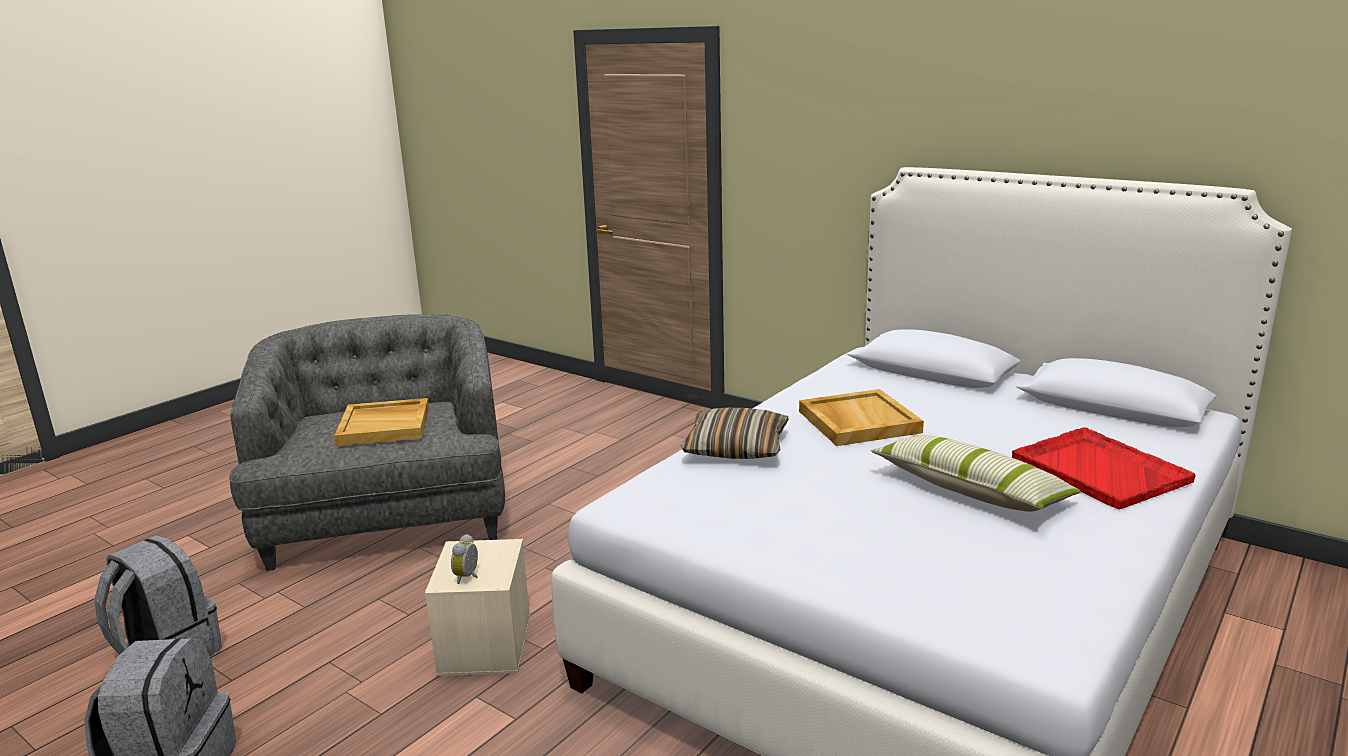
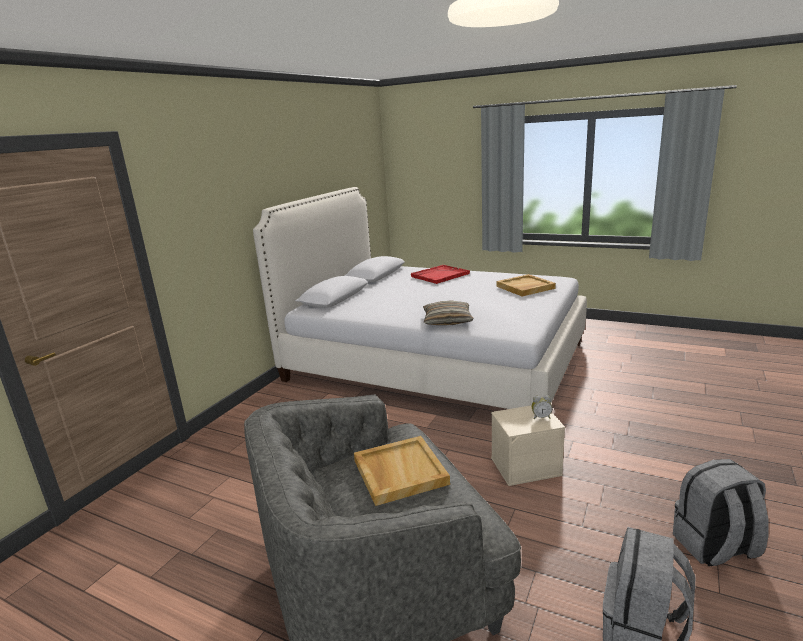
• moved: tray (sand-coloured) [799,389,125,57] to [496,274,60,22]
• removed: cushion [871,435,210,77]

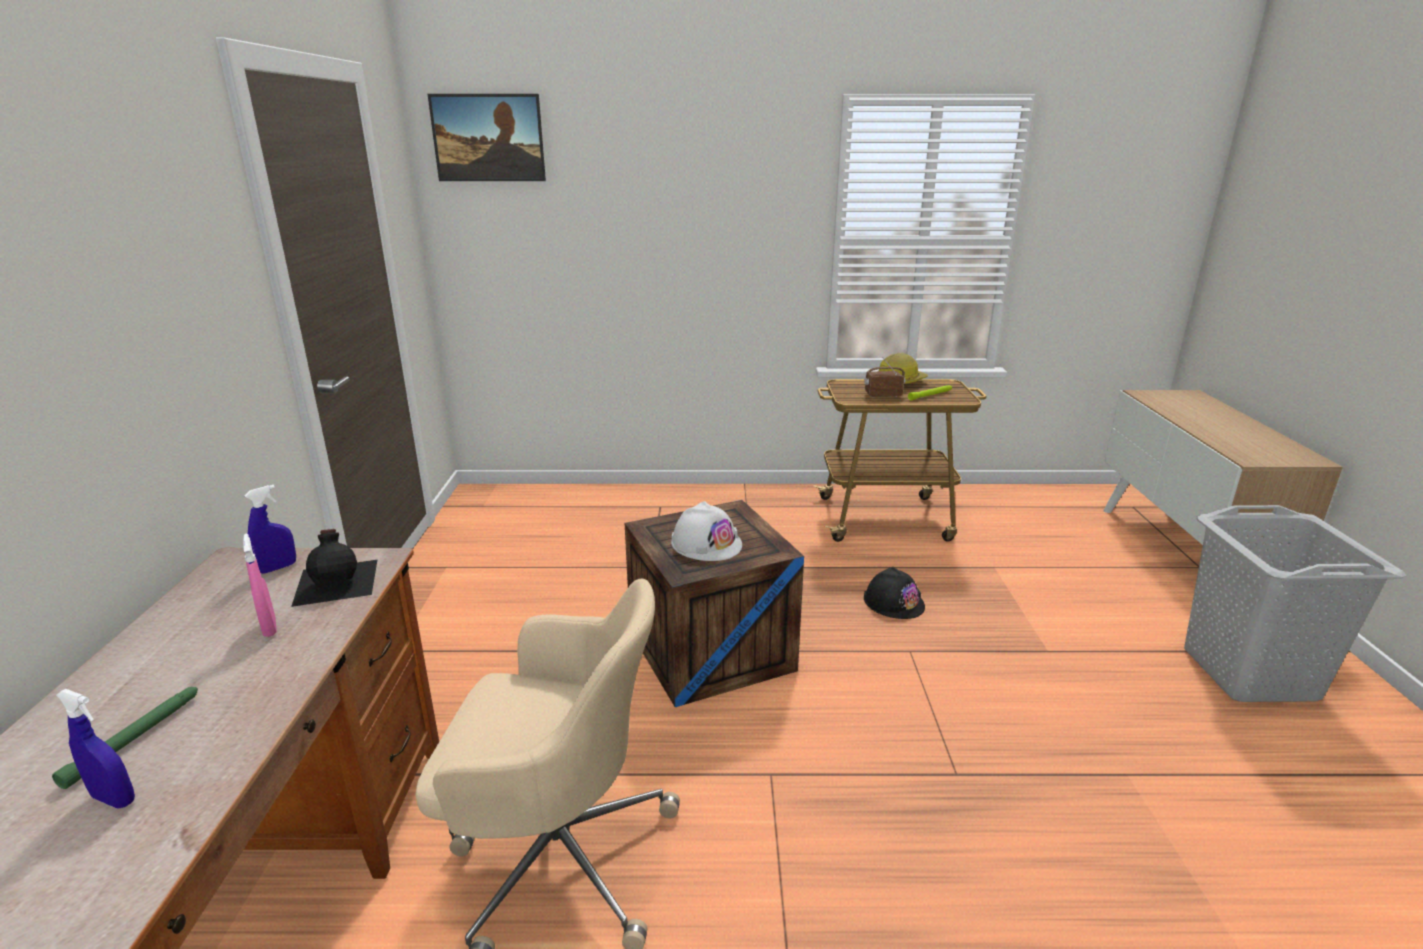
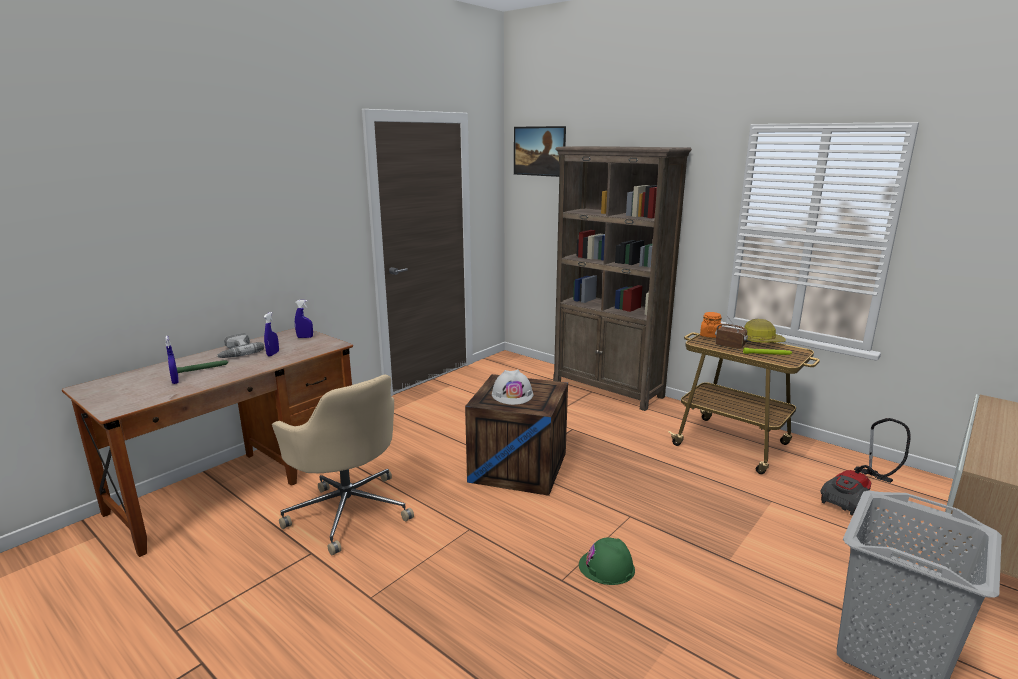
• recoloured: spray bottle (pink-coloured) [243,533,34,104] to spray bottle (bluish) [264,312,15,44]
• removed: beverage bottle (black-coloured) [291,529,86,78]
• removed: hard hat (black-coloured) [864,567,61,52]
• added: drill [217,333,47,25]
• added: bookcase (brown-coloured) [553,146,139,265]
• added: hard hat (green-coloured) [579,537,56,48]
• added: jar (orangey) [700,312,22,26]
• added: hoover [820,418,91,98]

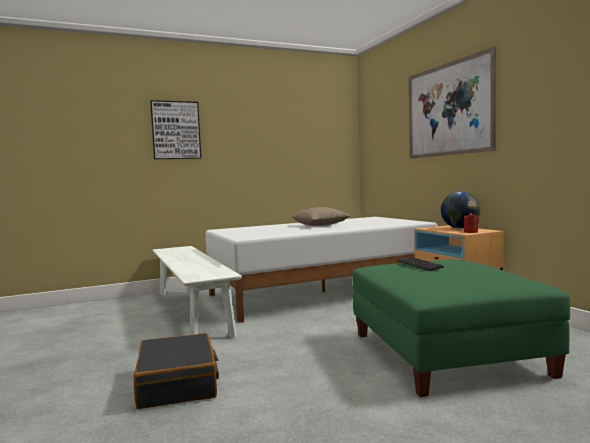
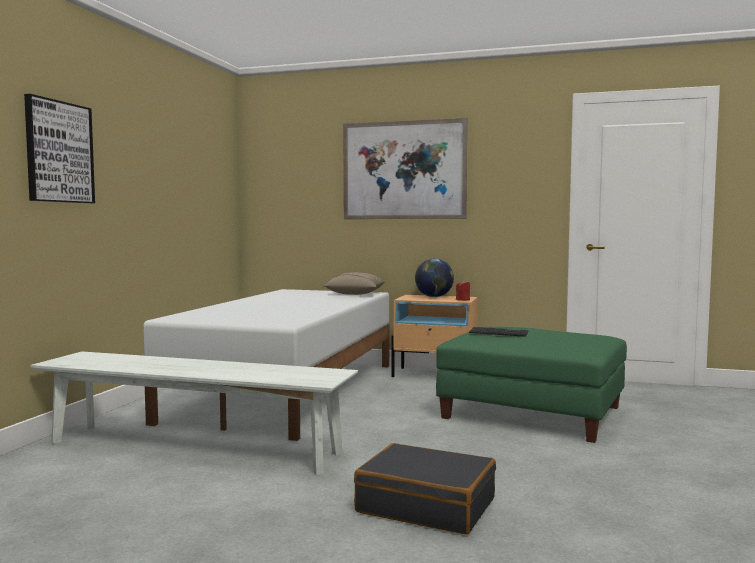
• moved: cushion (sand-coloured) [292,207,58,19] to [323,272,62,23]

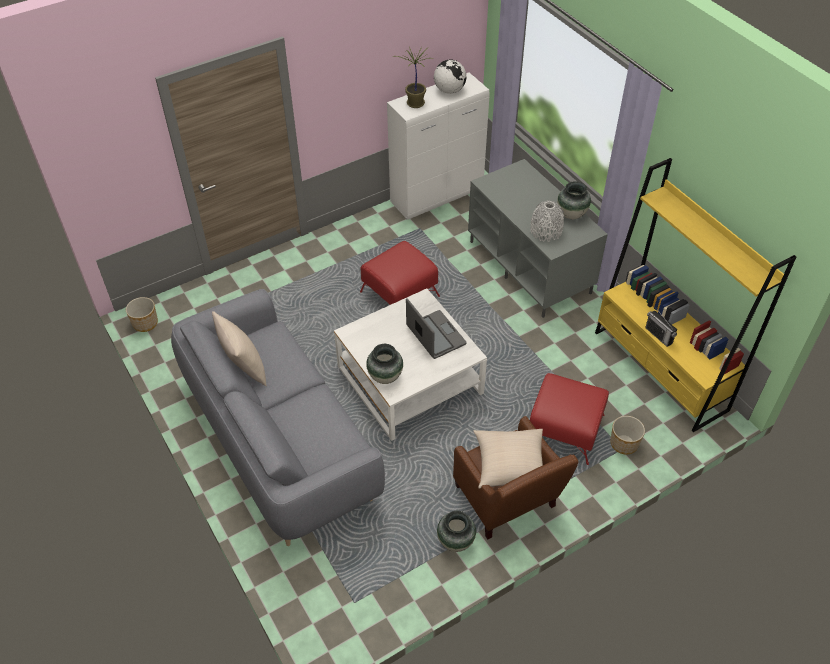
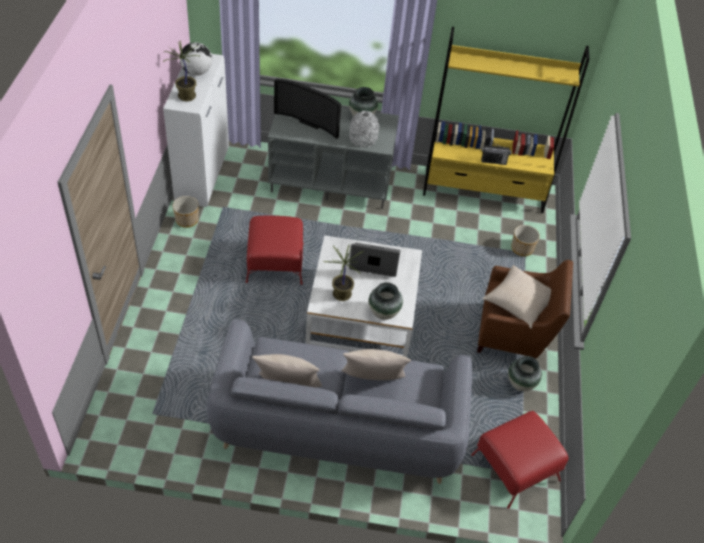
• moved: planter [126,297,32,35] to [172,196,27,32]
• moved: ottoman (reddish) [530,373,79,92] to [471,411,98,98]
• added: TV set [274,78,67,61]
• added: potted plant [323,244,40,57]
• added: cushion (sand-coloured) [341,349,70,31]

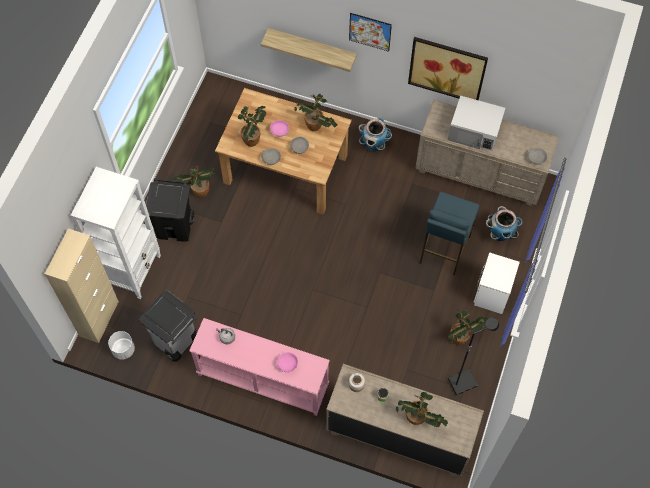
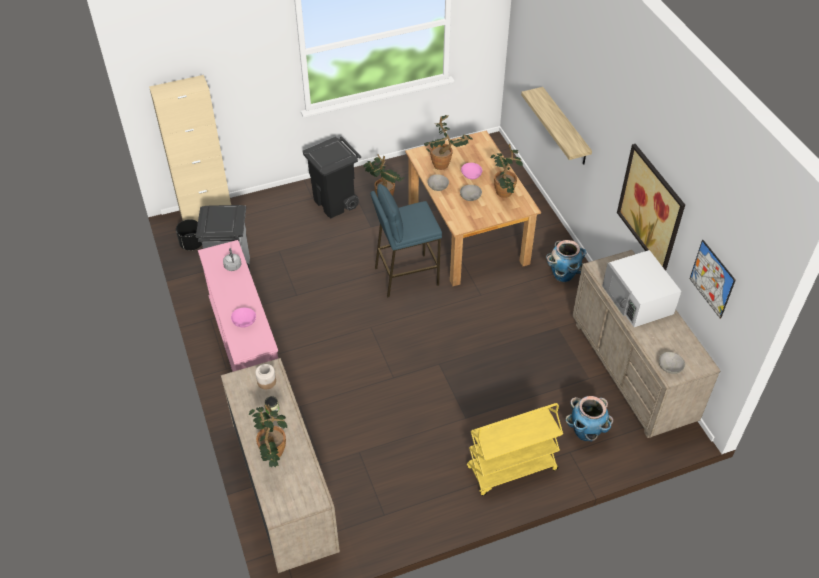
• removed: bookcase (white-coloured) [71,167,90,132]
• recoloured: planter (white-coloured) [108,331,27,29] to planter (black-coloured) [176,219,26,31]
• moved: wall picture [349,13,43,39] to [690,240,46,79]
• moved: stool (bluish) [420,192,59,84] to [370,184,72,114]
• removed: potted plant [448,311,40,34]
• removed: standard lamp (black-coloured) [448,318,51,77]
• replaced: nightstand (white-coloured) [473,252,47,62] to trolley (yellow-coloured) [467,403,96,93]

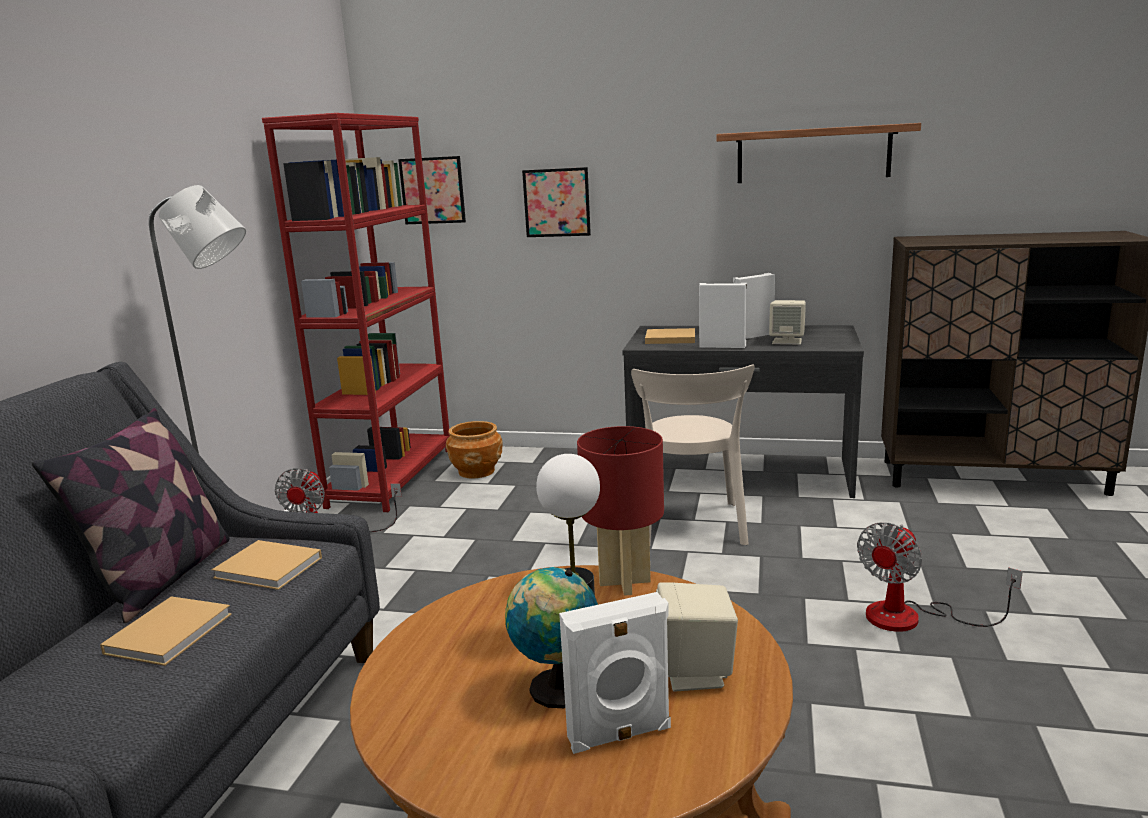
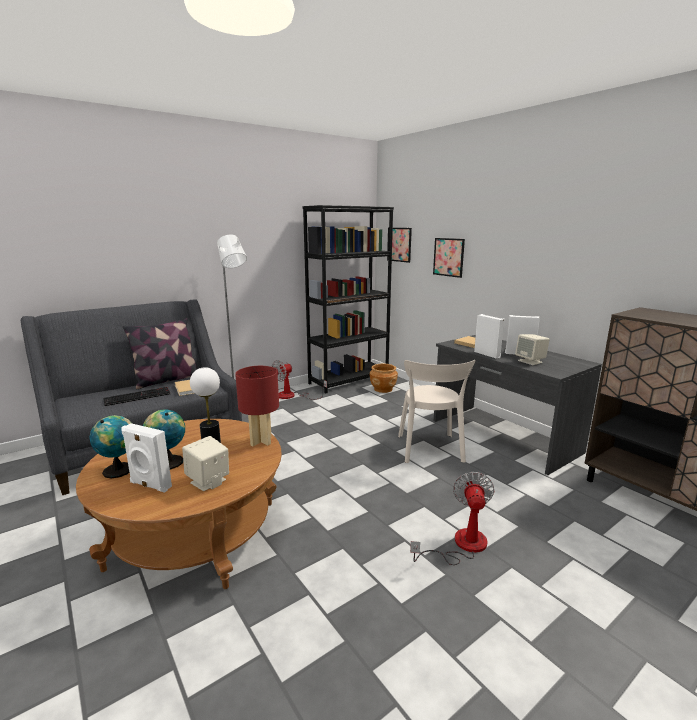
• replaced: volume (sand-coloured) [100,596,132,70] to PC keyboard [103,387,68,19]
• recoloured: bookcase (reddish) [262,113,188,399] to bookcase (black-coloured) [303,205,91,188]
• turned: upright chair (sand-coloured) [631,365,123,180] = [398,360,77,103] 45 degrees counterclockwise
• removed: wall shelf [716,123,205,60]
• turned: electric fan [857,522,166,110] = [410,472,84,93] 105 degrees clockwise
• added: desk globe [89,415,44,63]

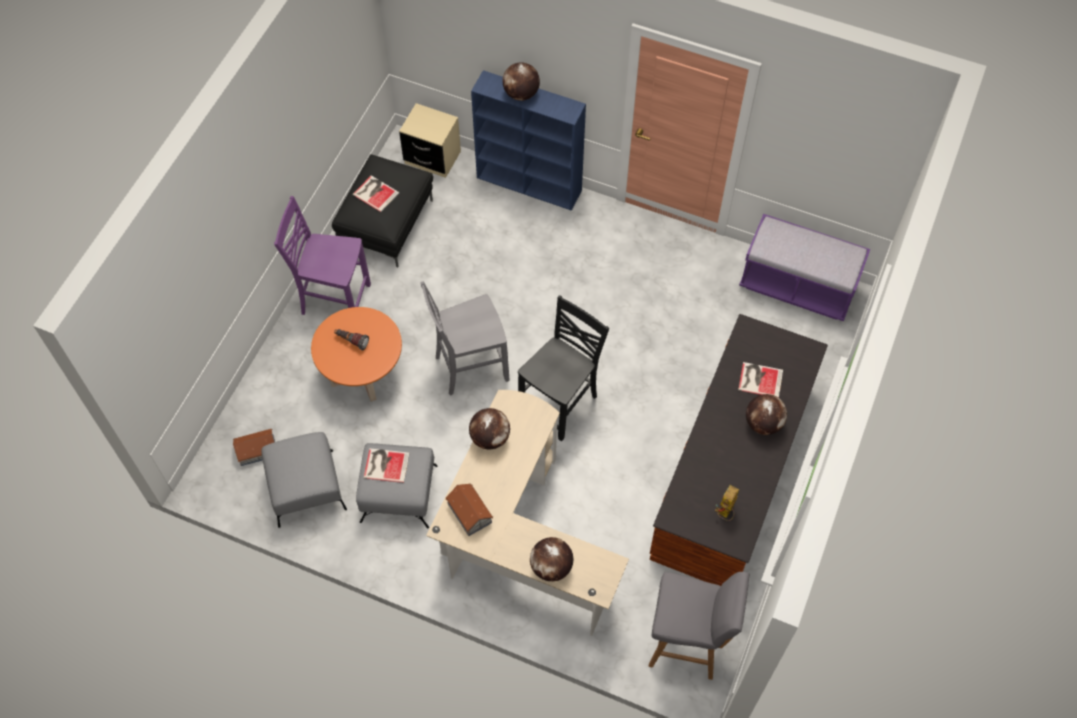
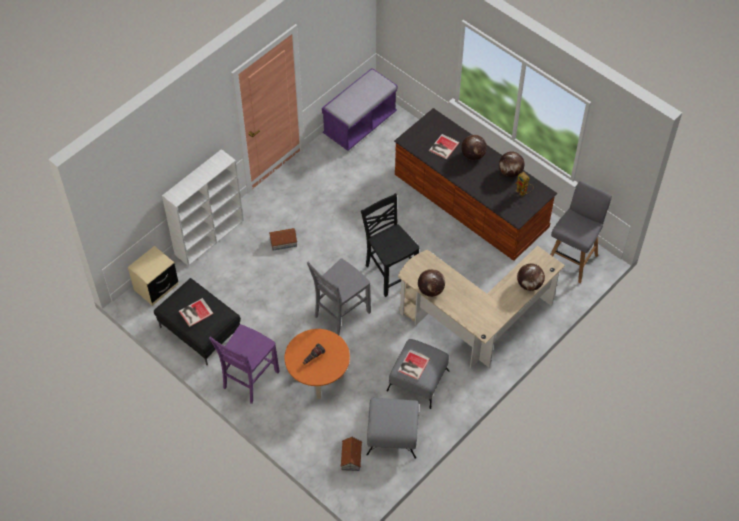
• turned: upright chair (greyish) [420,282,89,114] = [307,258,64,77] 45 degrees clockwise
• moved: miniature house [445,483,48,53] to [269,228,29,23]
• recoloured: bookcase (bluish) [471,70,115,141] to bookcase (white-coloured) [162,149,82,117]
• moved: desk globe [503,62,37,39] to [499,152,25,25]

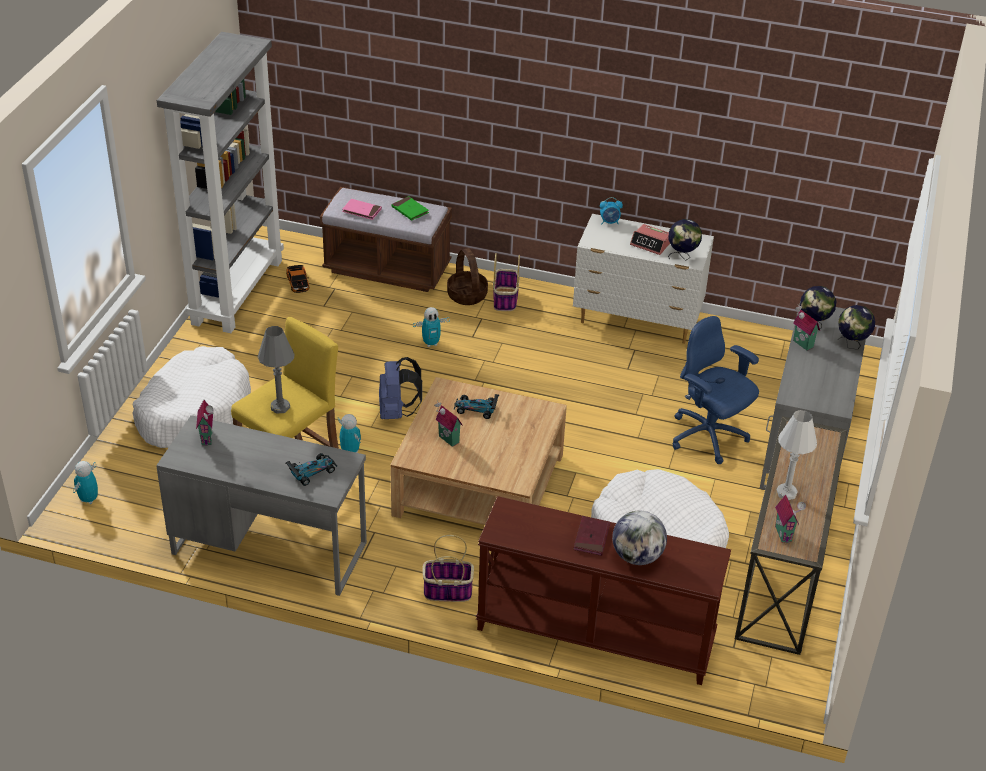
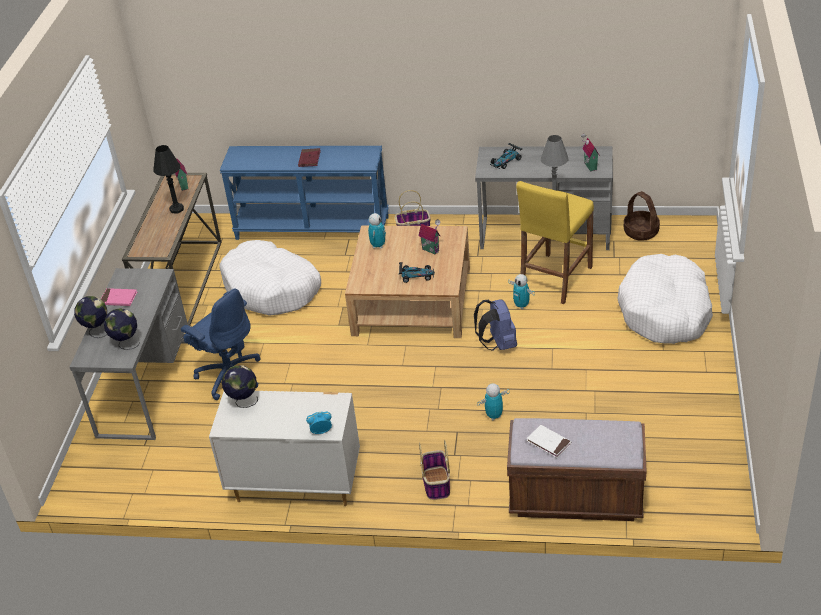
• moved: model robot [73,461,25,43] to [368,213,18,36]
• removed: bookcase (greyish) [157,32,127,301]
• removed: toy car [287,265,22,28]
• moved: volume (pink-coloured) [342,199,40,21] to [101,288,36,18]
• recoloured: volume (green-coloured) [391,196,38,25] to volume (white-coloured) [526,425,46,33]
• moved: household basket [447,248,41,57] to [624,191,36,50]
• recoloured: narrow table (brown-coloured) [476,496,255,189] to narrow table (bluish) [220,146,169,94]
• removed: desk globe [612,511,55,54]
• removed: table clock [630,224,40,31]
• recoloured: tabletop lamp (white-coloured) [777,410,40,90] to tabletop lamp (black-coloured) [153,145,31,69]
• removed: miniature house [793,304,27,47]

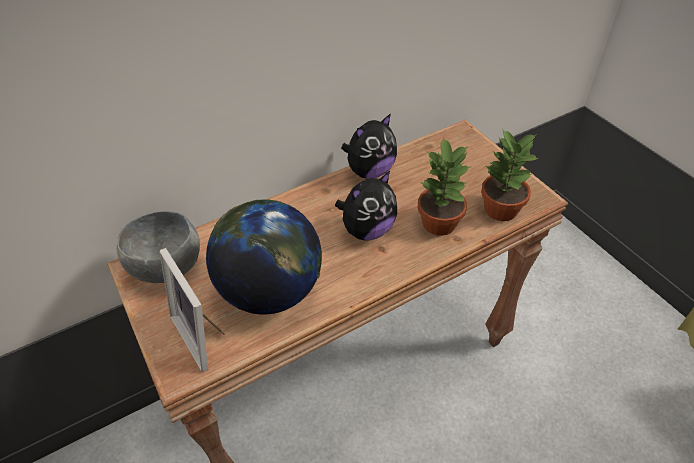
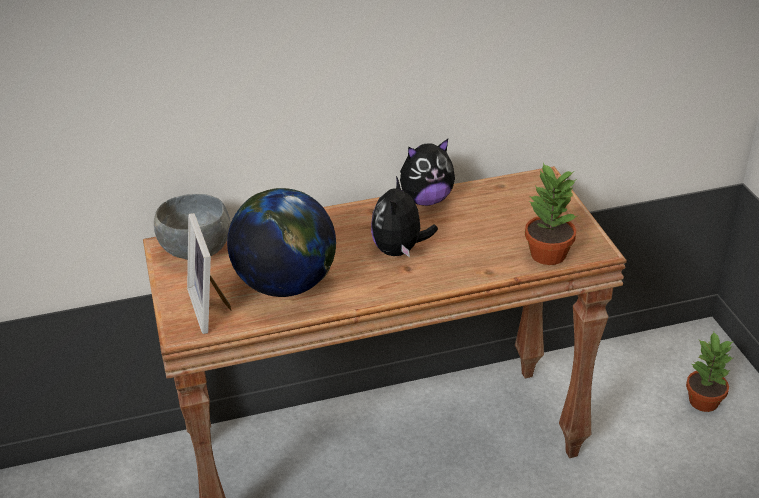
• turned: cuddly toy [335,171,62,70] = [371,176,67,81] 120 degrees clockwise
• moved: potted plant [418,137,52,99] to [686,332,47,80]

